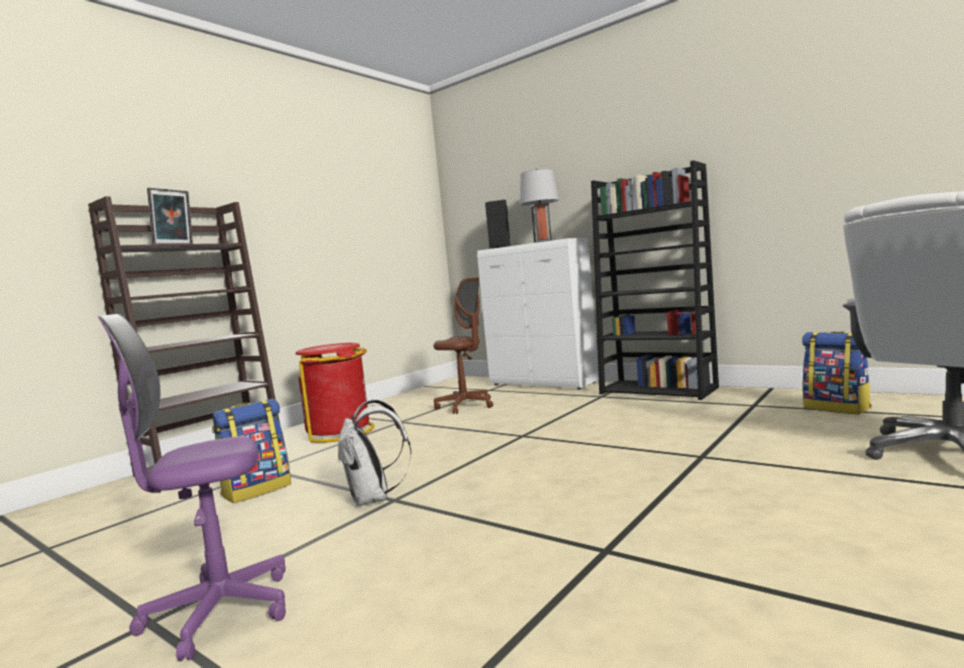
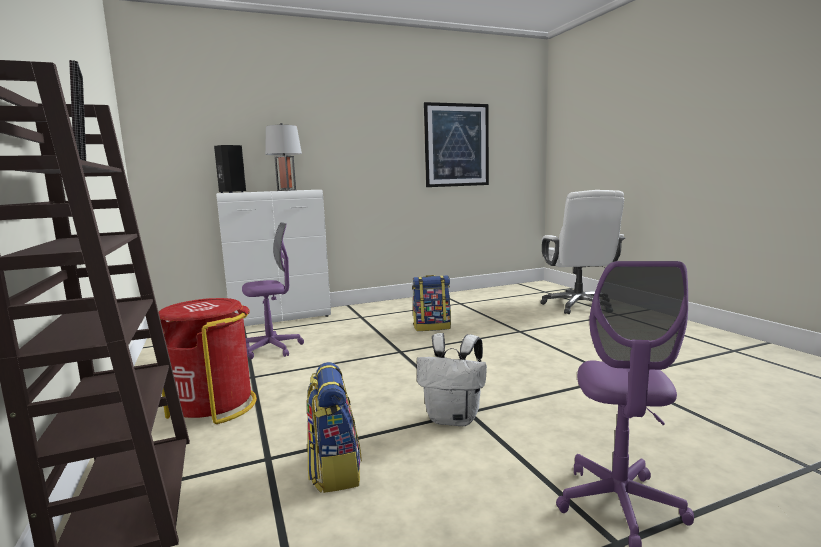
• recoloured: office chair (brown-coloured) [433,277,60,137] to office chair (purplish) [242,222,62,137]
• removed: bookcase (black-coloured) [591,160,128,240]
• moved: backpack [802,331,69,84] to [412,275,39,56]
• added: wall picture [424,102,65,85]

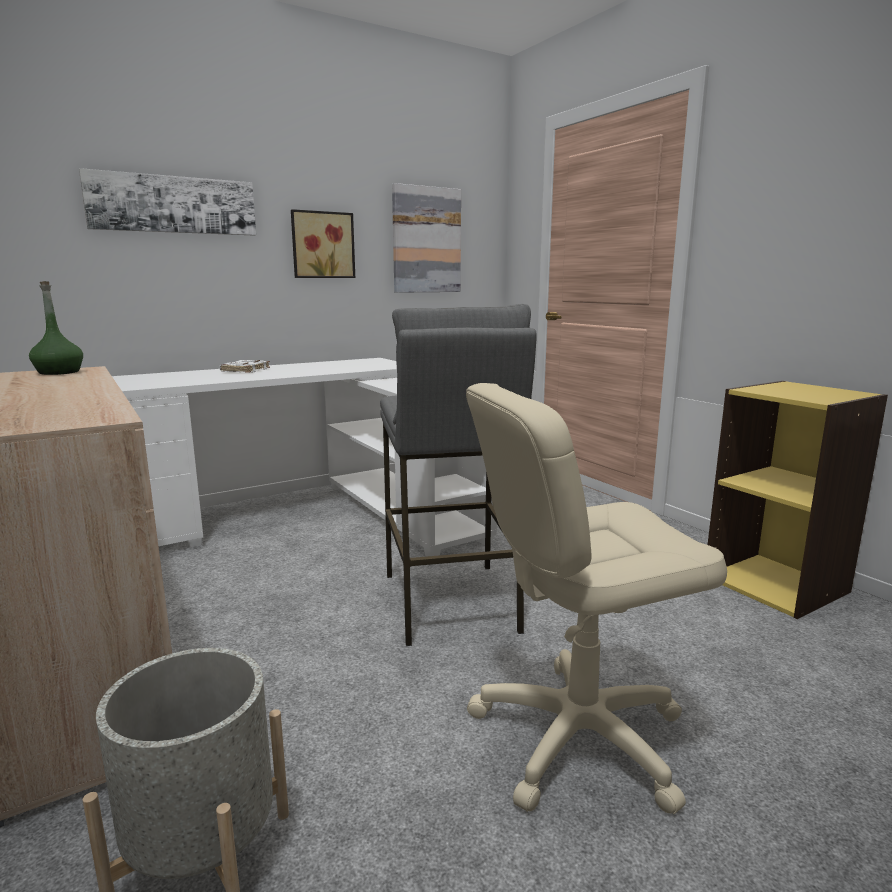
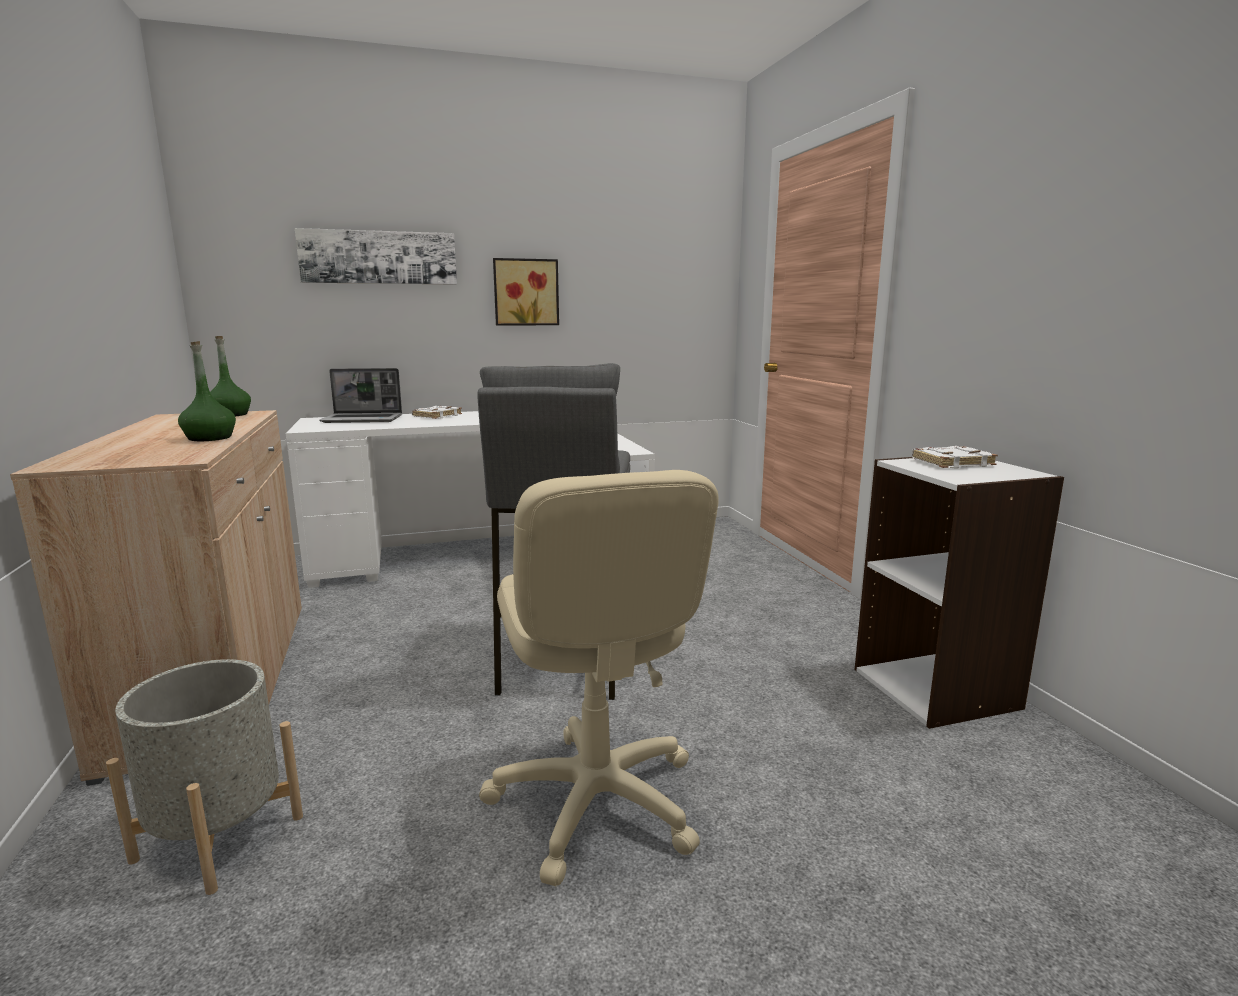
• removed: wall picture [392,183,69,110]
• turned: office chair (sand-coloured) [466,383,261,431] = [479,470,240,416] 105 degrees counterclockwise
• recoloured: bookcase (yellow-coloured) [708,381,180,238] to bookcase (white-coloured) [855,457,209,272]
• added: beverage bottle (green-coloured) [178,341,58,100]
• added: notebook computer [320,368,82,55]
• added: volume (white-coloured) [912,446,86,23]

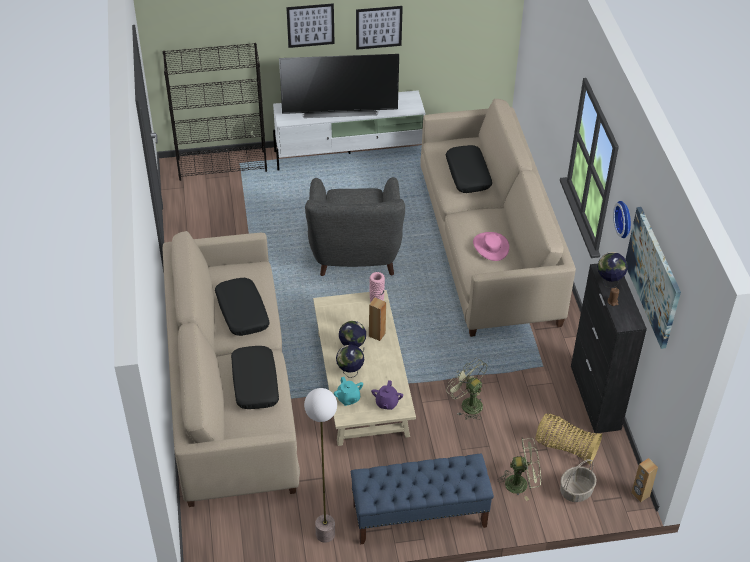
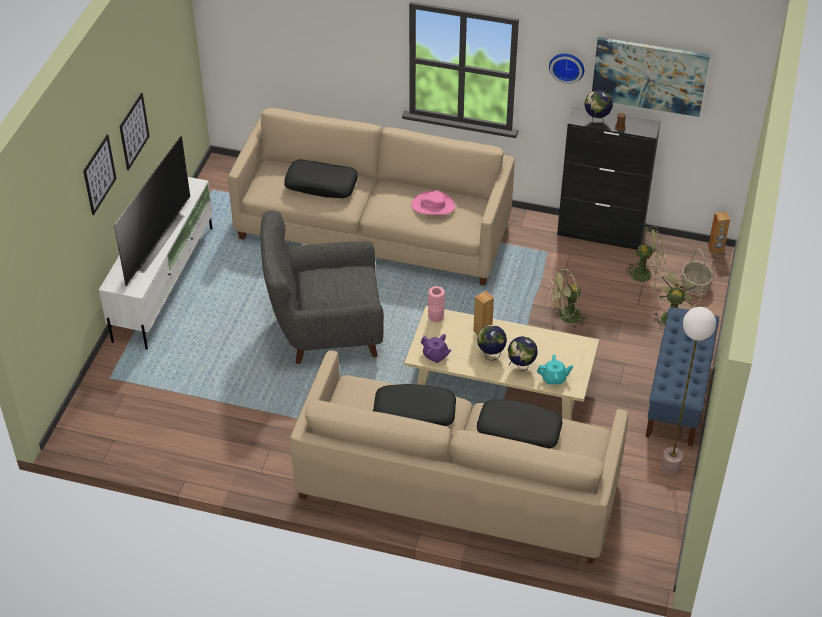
• removed: bookcase (black-coloured) [163,43,104,138]
• turned: lounge chair (greyish) [305,177,100,99] = [260,210,124,154] 150 degrees clockwise
• moved: teapot (purplish) [371,380,32,30] to [421,334,31,29]
• replaced: household basket [535,414,67,50] to electric fan (green-coloured) [623,226,43,61]

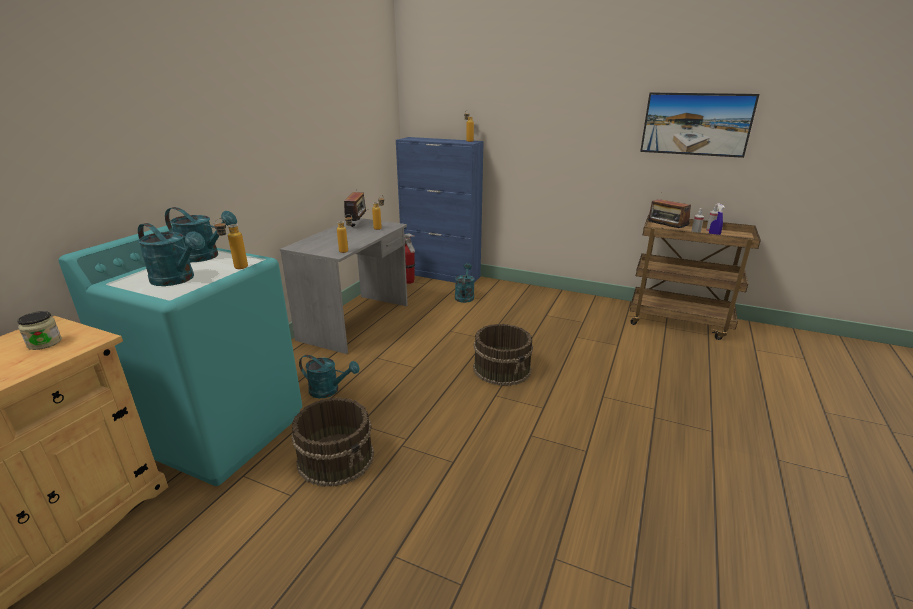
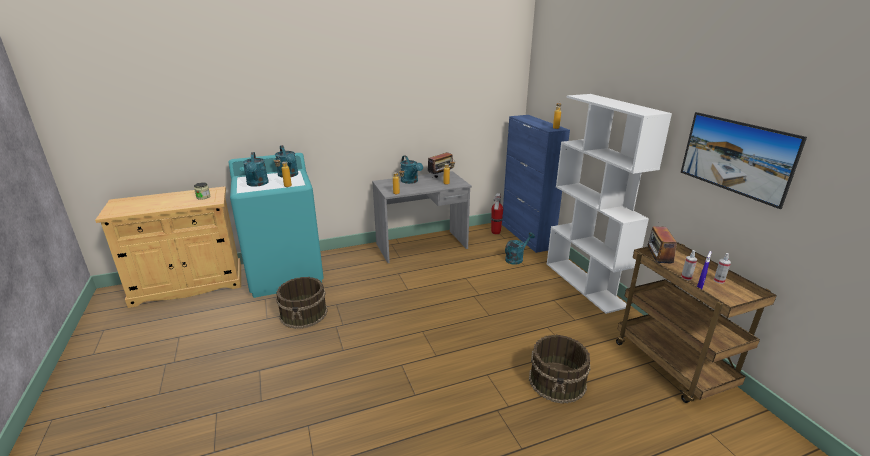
• moved: sprinkling can (turquoise-coloured) [299,355,61,43] to [400,155,23,29]
• moved: pail (brown-coloured) [473,324,60,62] to [529,335,61,69]
• added: bookcase (white-coloured) [547,94,125,220]

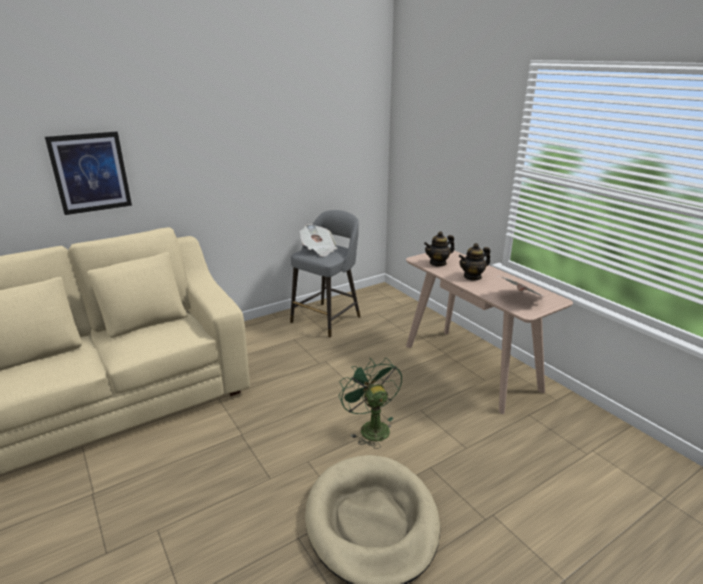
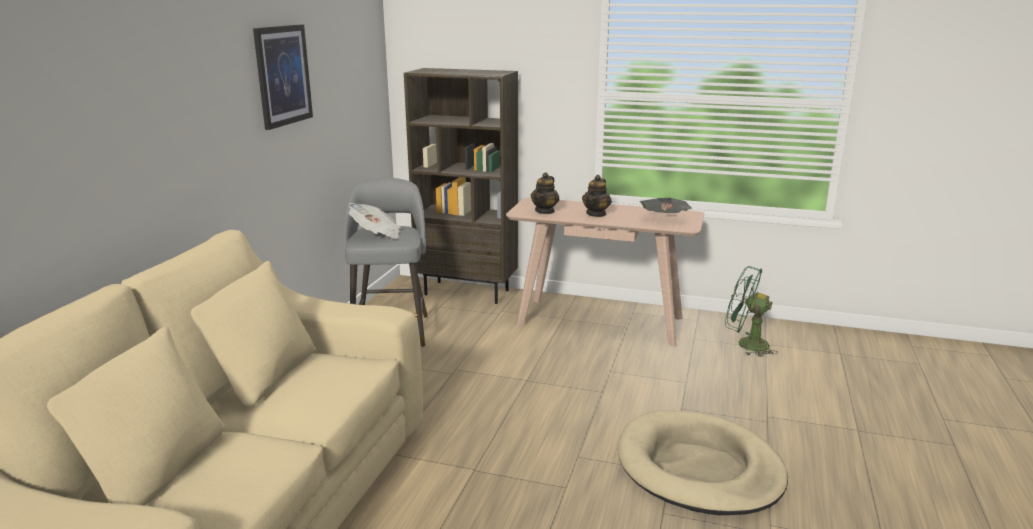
• moved: wall picture [45,132,87,83] to [253,24,60,106]
• moved: electric fan (green-coloured) [339,358,63,91] to [725,266,53,91]
• added: bookcase (brown-coloured) [404,68,114,236]

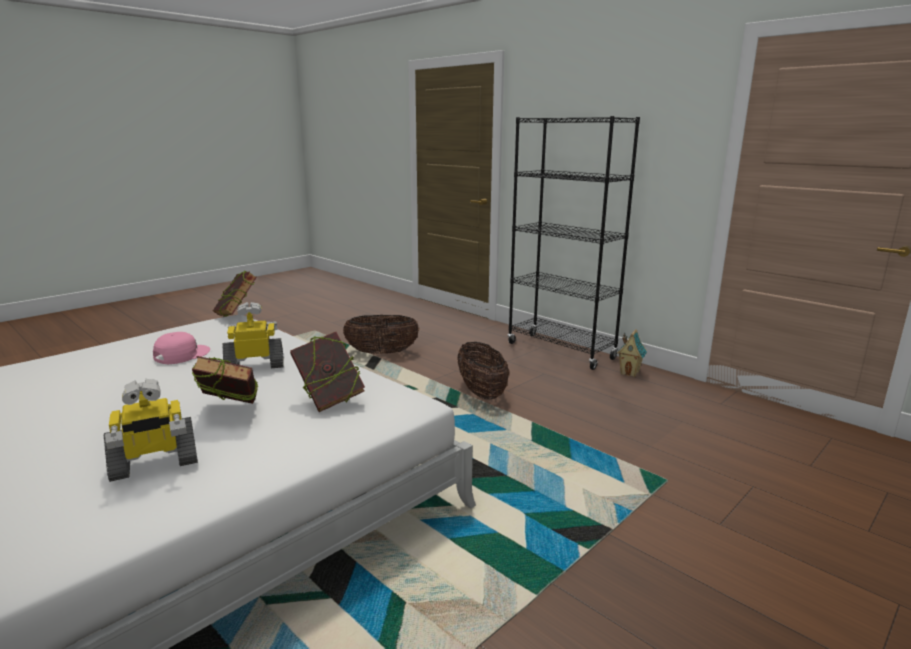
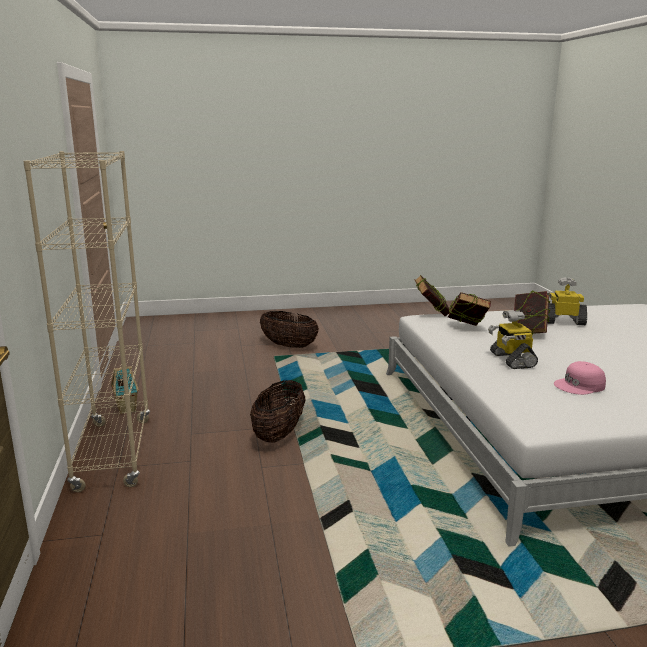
• moved: volume [213,271,44,45] to [415,275,35,41]
• turned: model robot [223,302,60,66] = [488,310,50,59] 60 degrees clockwise
• moved: household basket [343,315,76,39] to [260,311,59,37]
• recoloured: bookcase (black-coloured) [508,116,132,254] to bookcase (sand-coloured) [23,151,127,341]

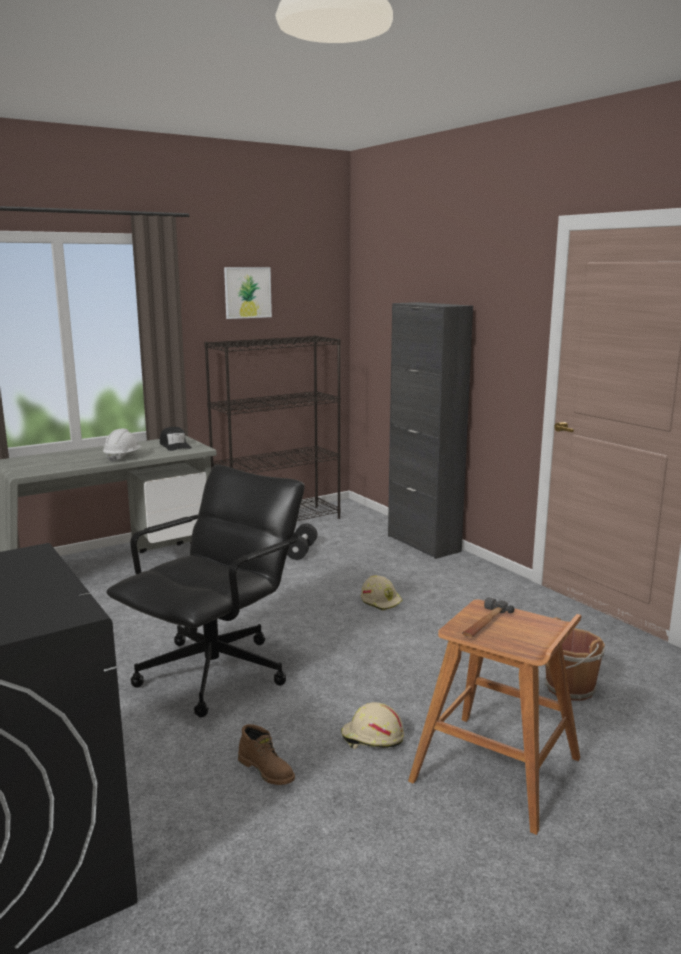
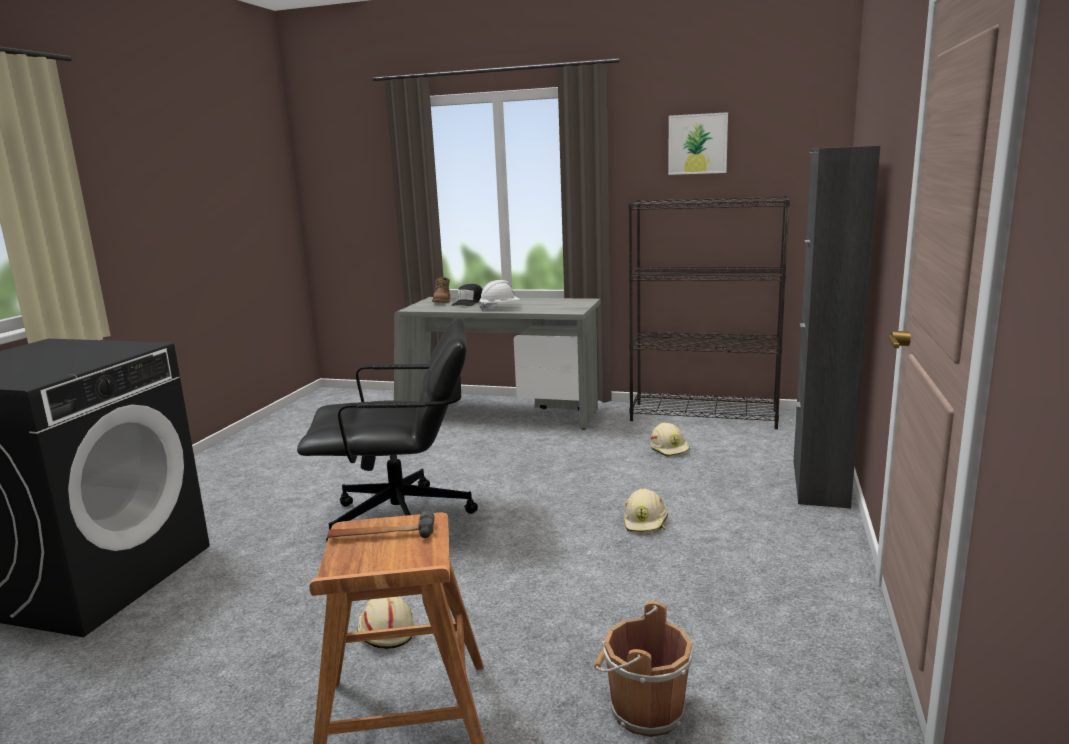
• moved: peaked cap (black-coloured) [160,427,32,24] to [451,284,32,22]
• moved: tall boot (brown-coloured) [238,724,57,61] to [432,277,18,26]
• replaced: hand weight (black-coloured) [287,523,30,37] to hard hat (sand-coloured) [650,423,40,34]

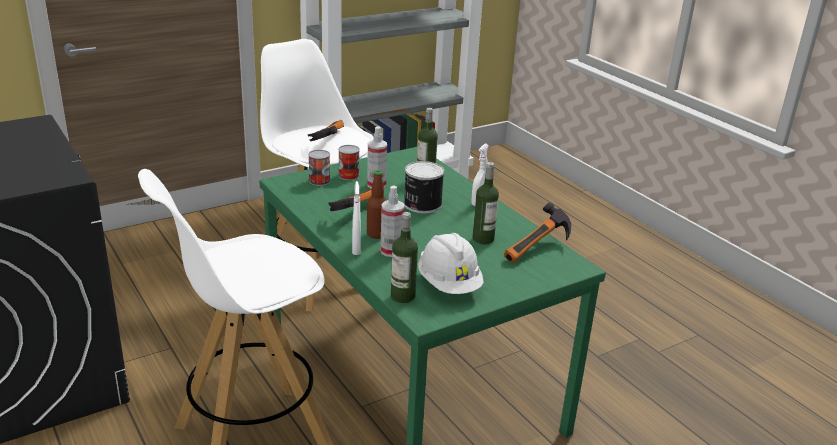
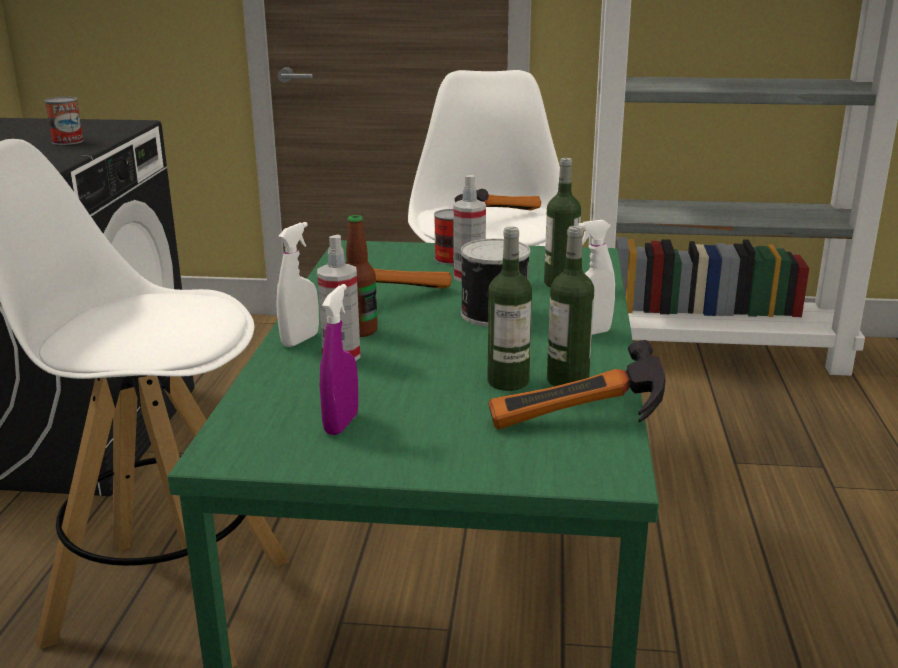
• moved: can [308,150,22,36] to [45,97,39,48]
• moved: beverage bottle [391,212,27,91] to [547,226,47,161]
• replaced: hard hat (white-coloured) [418,233,66,61] to spray bottle (purplish) [320,284,38,151]

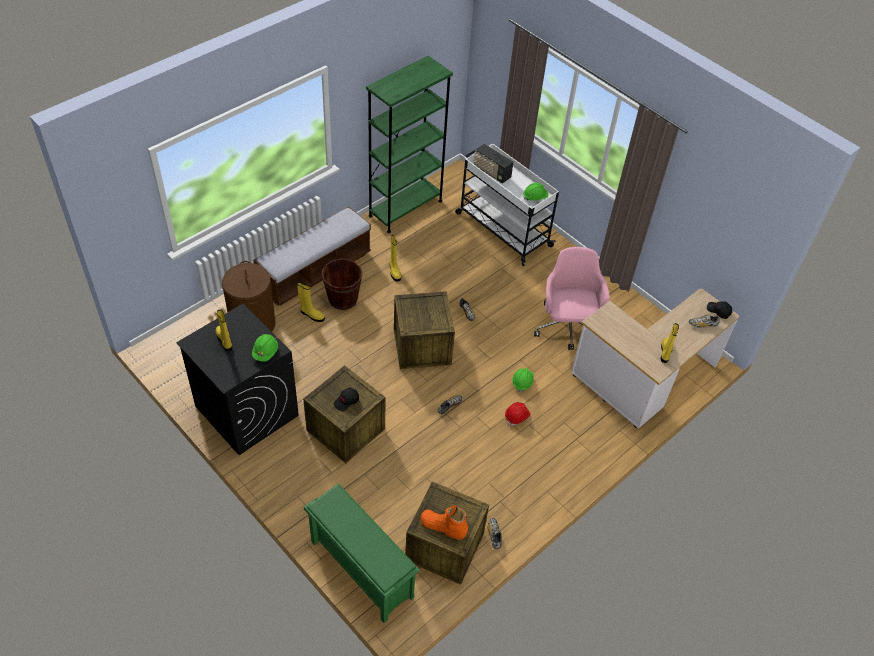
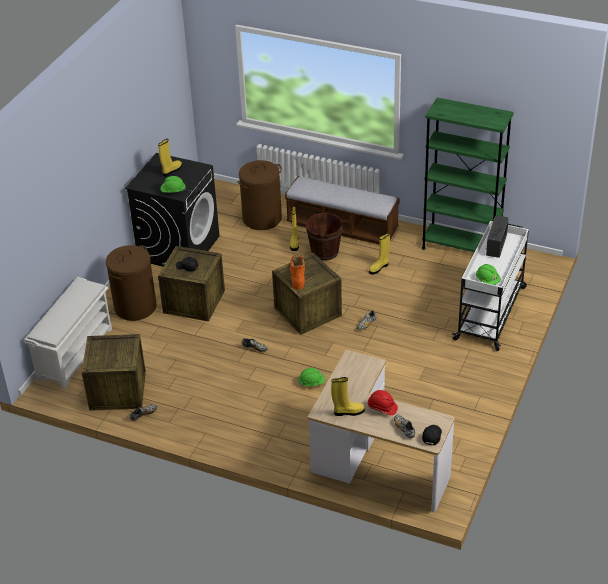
• recoloured: shoe shelf (green-coloured) [304,483,116,140] to shoe shelf (white-coloured) [24,277,88,112]
• moved: tall boot (orangey) [421,506,47,34] to [290,255,15,34]
• moved: hard hat (reddish) [505,402,26,24] to [368,390,30,26]
• removed: office chair (pink-coloured) [534,247,76,103]
• added: washing basket (brown-coloured) [106,245,51,76]

